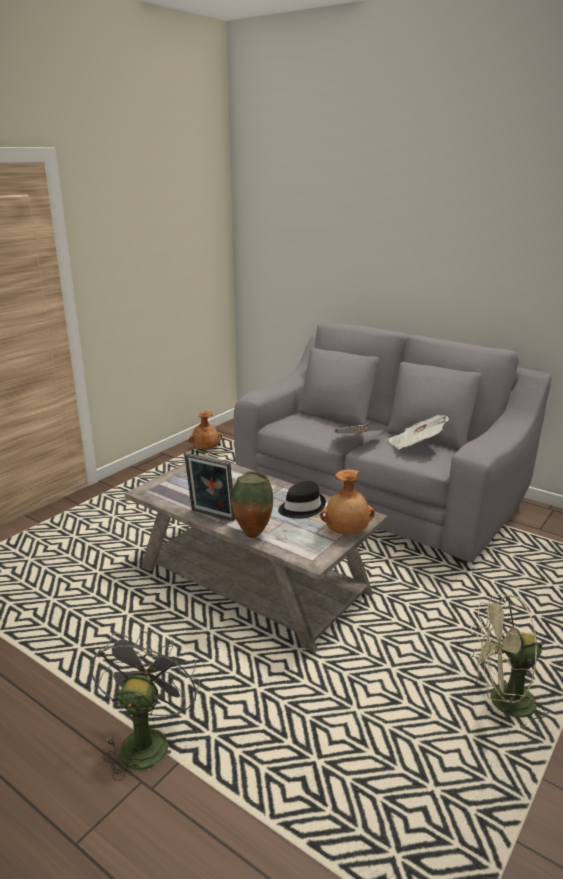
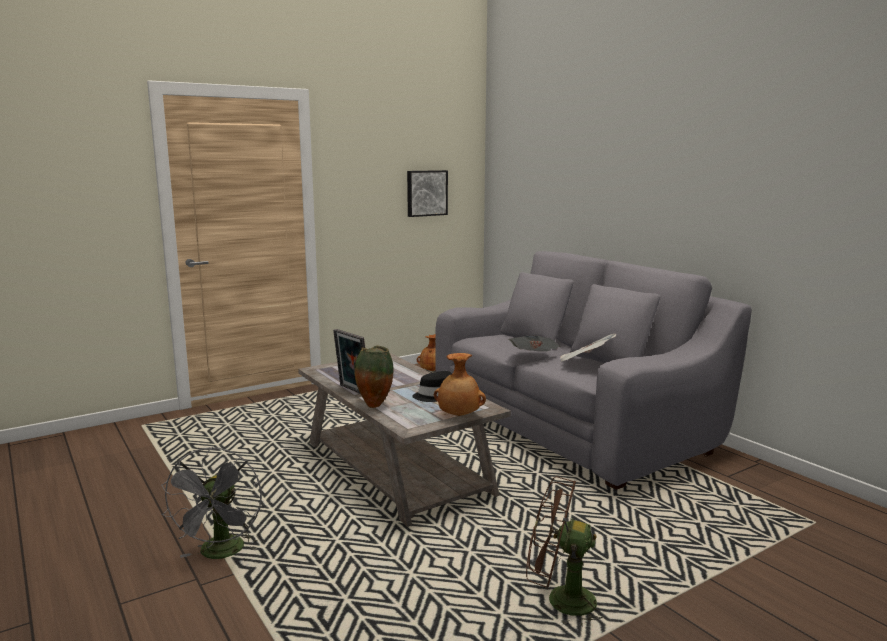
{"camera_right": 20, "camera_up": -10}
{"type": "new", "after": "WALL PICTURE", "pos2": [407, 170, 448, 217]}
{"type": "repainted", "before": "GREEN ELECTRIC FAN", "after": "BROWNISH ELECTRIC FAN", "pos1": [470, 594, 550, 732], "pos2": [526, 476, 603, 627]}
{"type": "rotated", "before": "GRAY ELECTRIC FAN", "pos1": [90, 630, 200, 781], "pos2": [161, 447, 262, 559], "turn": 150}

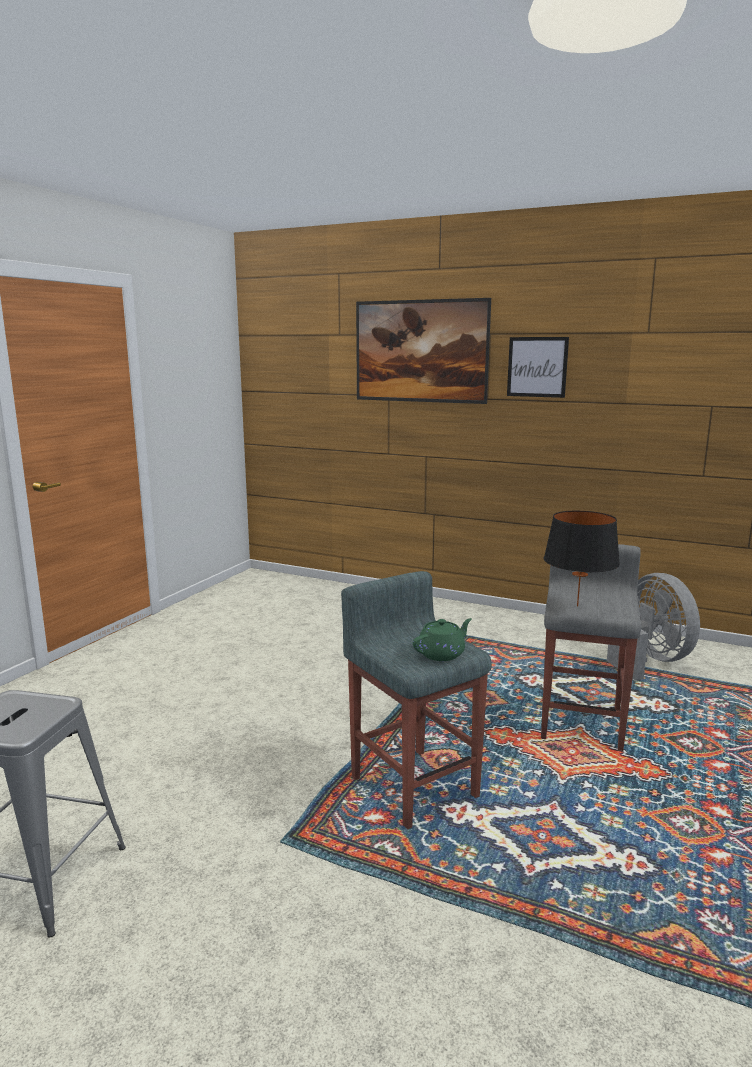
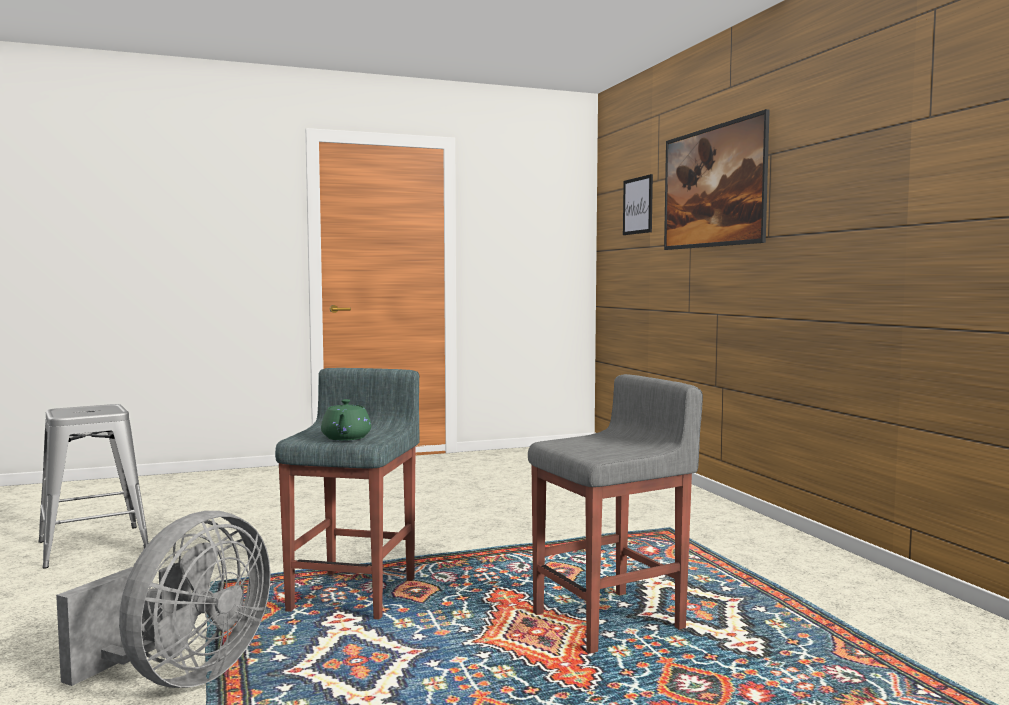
{"camera_right": 45, "camera_up": -10}
{"type": "gone", "before": "BLACKISH TABLETOP LAMP", "pos1": [543, 511, 620, 607]}
{"type": "shifted", "before": "WALL PICTURE", "pos1": [507, 337, 569, 398], "pos2": [623, 174, 653, 235]}
{"type": "shifted", "before": "GRAY ELECTRIC FAN", "pos1": [607, 573, 700, 680], "pos2": [56, 511, 271, 688]}
{"type": "rotated", "before": "GREEN TEA POT", "pos1": [413, 618, 472, 661], "pos2": [321, 399, 371, 441], "turn": 75}

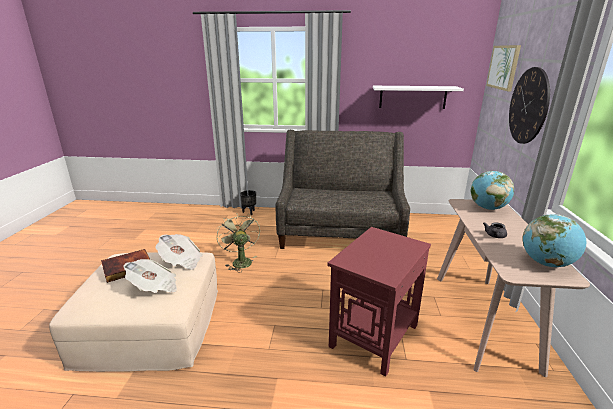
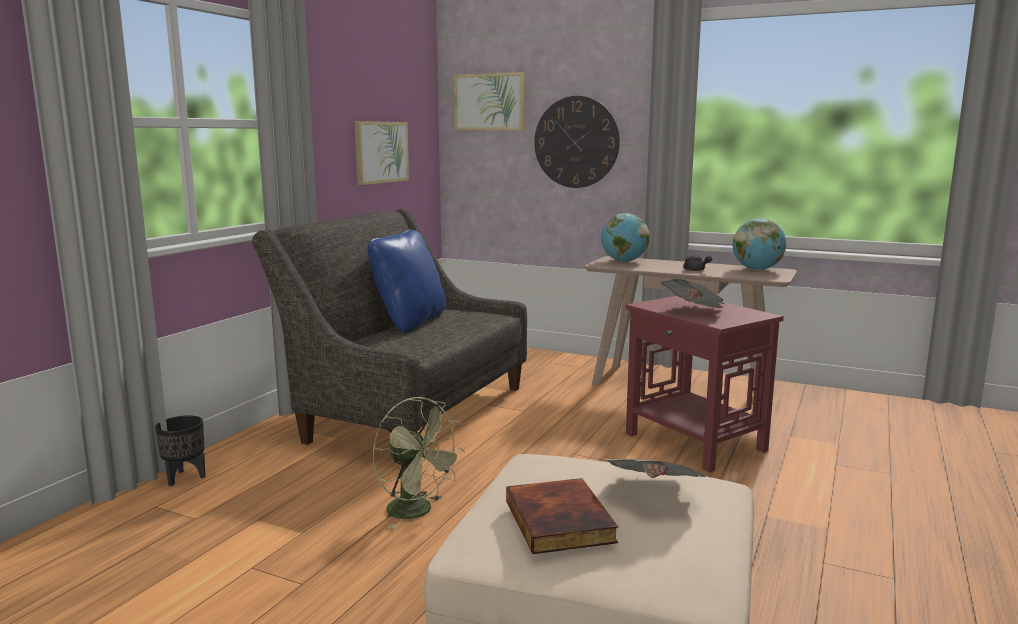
{"camera_right": -70, "camera_up": -10}
{"type": "new", "after": "BLUE-COLOURED PILLOW", "pos2": [367, 229, 446, 333]}
{"type": "shifted", "before": "NEWSPAPER", "pos1": [155, 234, 203, 270], "pos2": [660, 279, 725, 308]}
{"type": "swapped", "before": "WHITE-COLOURED BRACKET SHELF", "after": "WALL PICTURE", "pos1": [373, 86, 464, 109], "pos2": [354, 121, 409, 185]}
{"type": "rotated", "before": "GREEN ELECTRIC FAN", "pos1": [216, 213, 260, 272], "pos2": [373, 397, 465, 529], "turn": -135}

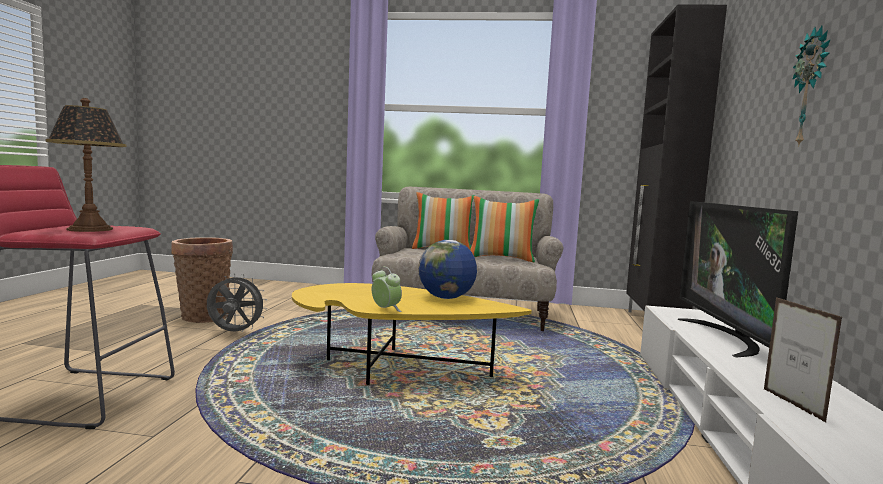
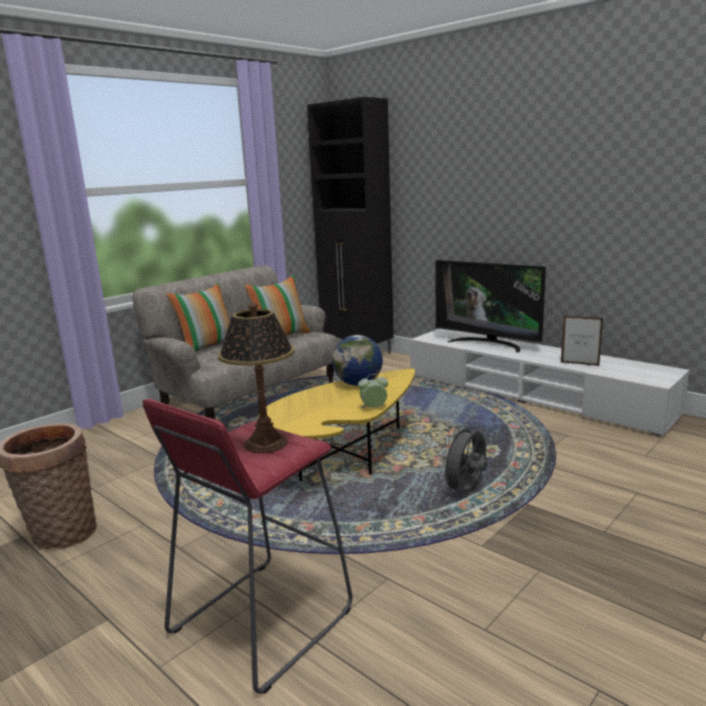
{"camera_right": -55, "camera_up": 10}
{"type": "gone", "before": "HANGING CLOCK", "pos1": [792, 26, 831, 147]}
{"type": "shifted", "before": "GRAY ELECTRIC FAN", "pos1": [207, 273, 267, 332], "pos2": [440, 424, 487, 493]}

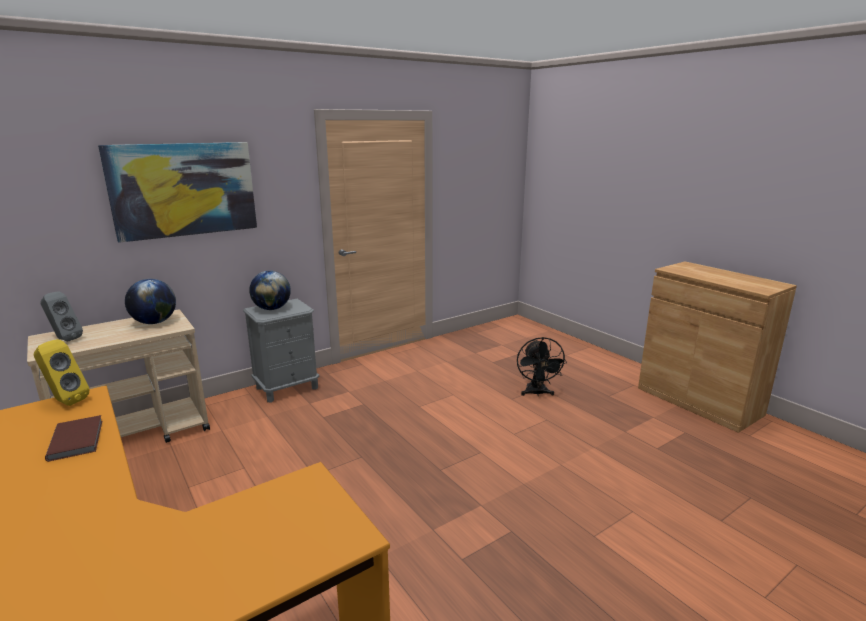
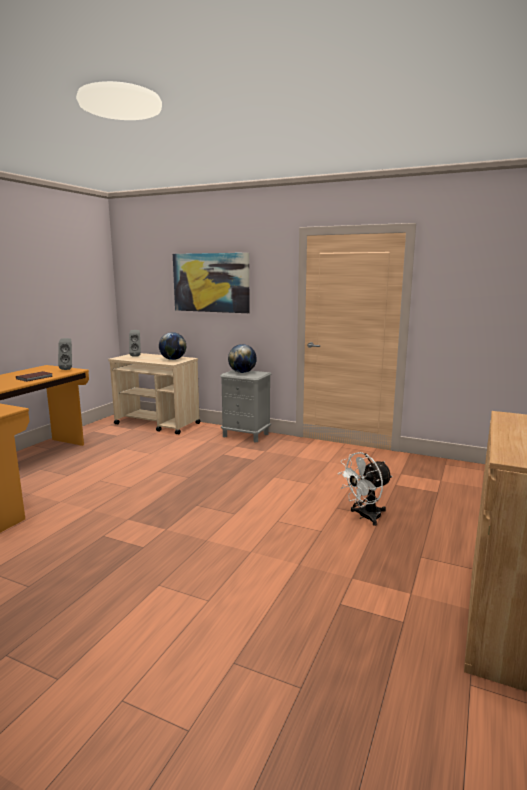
{"camera_right": 60, "camera_up": -5}
{"type": "repainted", "before": "YELLOW-COLOURED LOUDSPEAKER", "after": "GRAY LOUDSPEAKER", "pos1": [34, 339, 90, 406], "pos2": [58, 338, 72, 370]}
{"type": "repainted", "before": "BLACKISH ELECTRIC FAN", "after": "WHITE-COLOURED ELECTRIC FAN", "pos1": [517, 337, 567, 397], "pos2": [338, 452, 393, 526]}

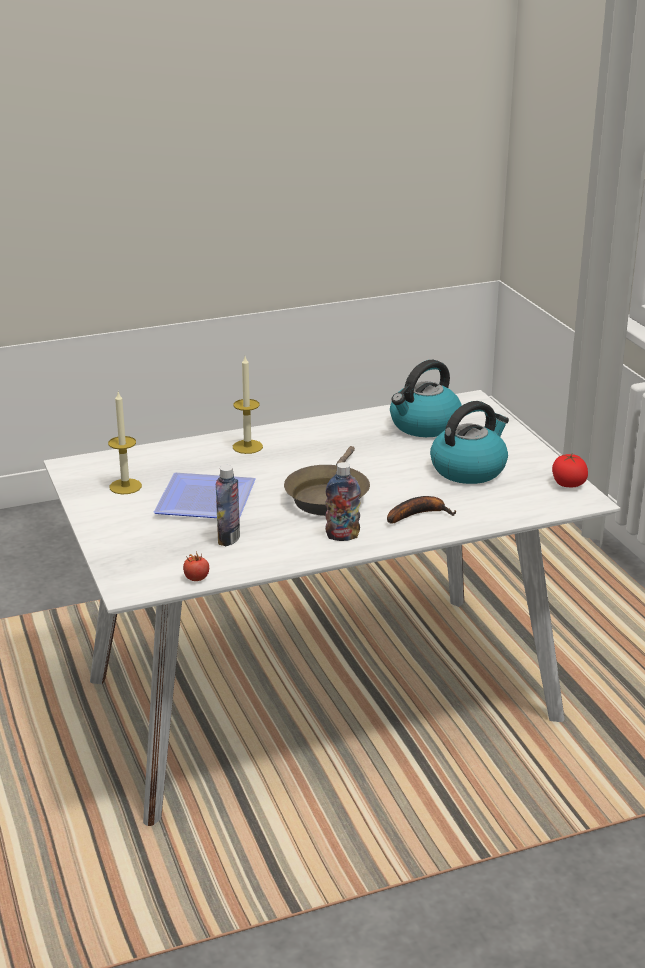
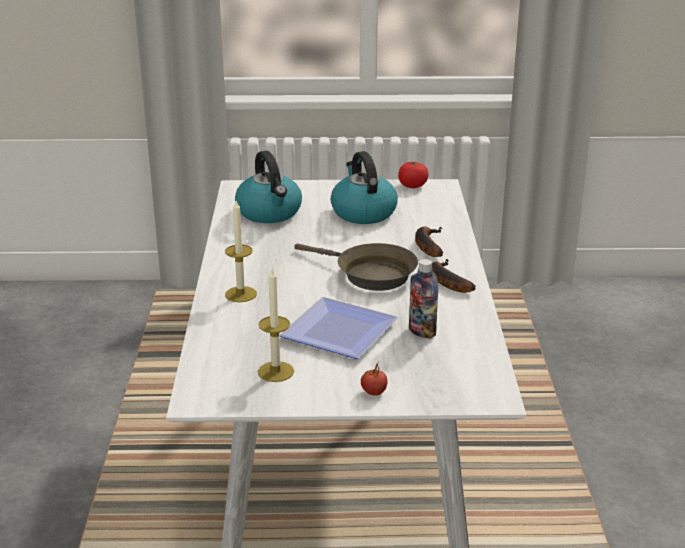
{"camera_right": -70, "camera_up": 0}
{"type": "shifted", "before": "TOMATO", "pos1": [183, 551, 209, 581], "pos2": [361, 363, 388, 396]}
{"type": "swapped", "before": "BEVERAGE BOTTLE", "after": "WHOLE BANANA", "pos1": [325, 462, 361, 541], "pos2": [432, 259, 476, 293]}

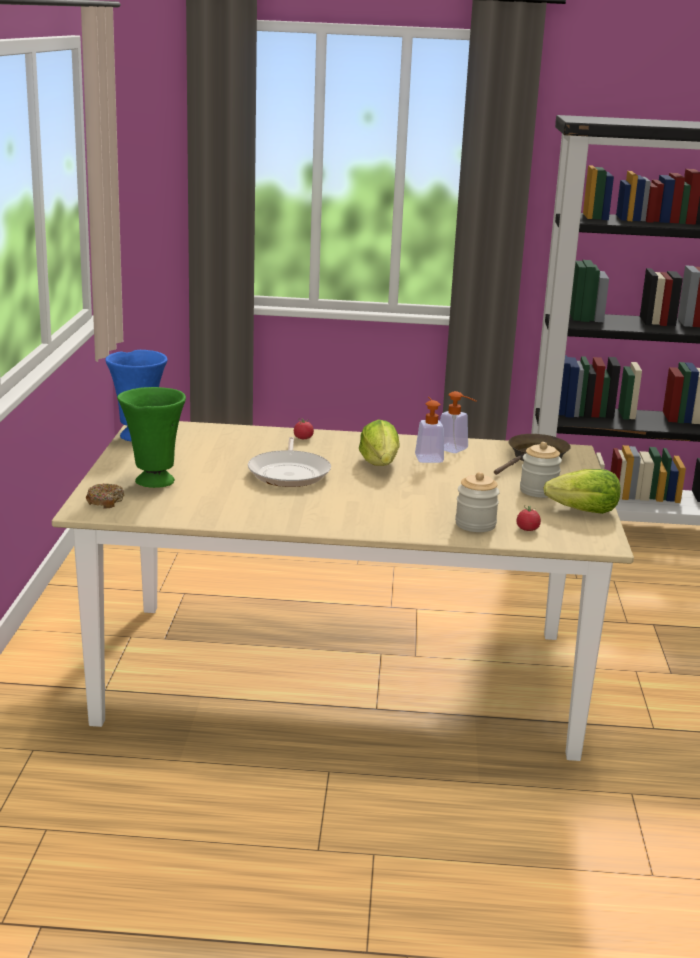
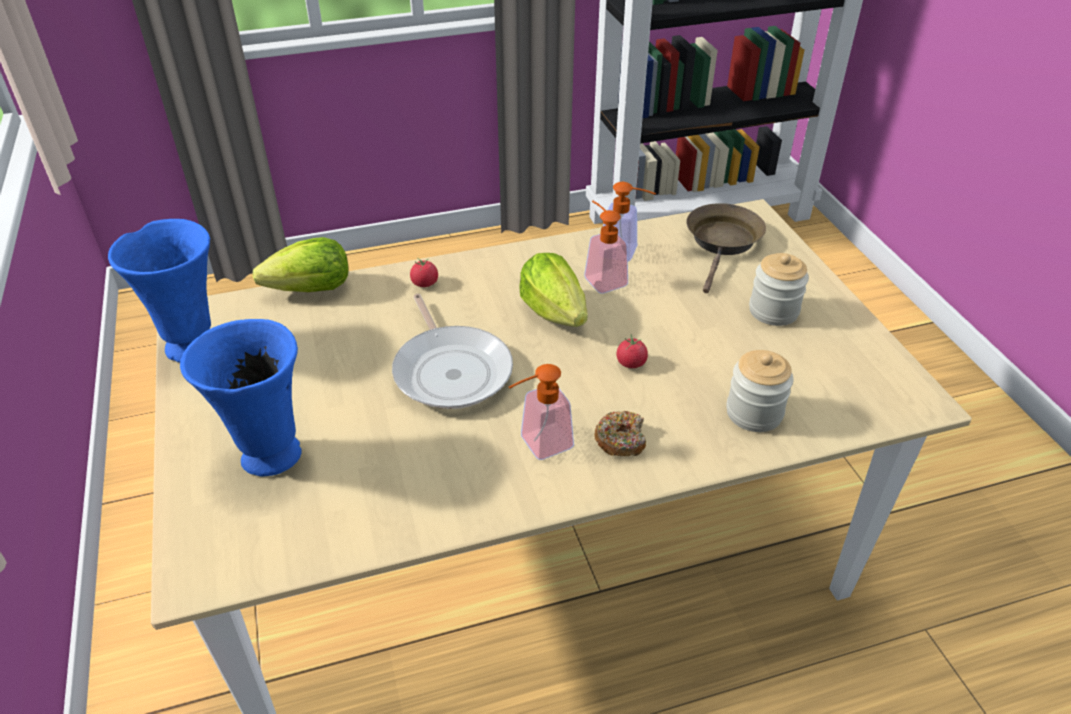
{"camera_right": -20, "camera_up": 20}
{"type": "new", "after": "SOAP BOTTLE", "pos2": [509, 364, 574, 460]}
{"type": "shifted", "before": "DONUT", "pos1": [86, 483, 124, 508], "pos2": [595, 411, 646, 456]}
{"type": "shifted", "before": "TOMATO", "pos1": [517, 505, 541, 531], "pos2": [616, 334, 648, 368]}
{"type": "shifted", "before": "HEAD OF LETTUCE", "pos1": [543, 469, 621, 514], "pos2": [253, 237, 348, 292]}
{"type": "repainted", "before": "GREEN DECORATIVE VASE", "after": "BLUE-COLOURED DECORATIVE VASE", "pos1": [117, 387, 186, 488], "pos2": [180, 319, 302, 476]}

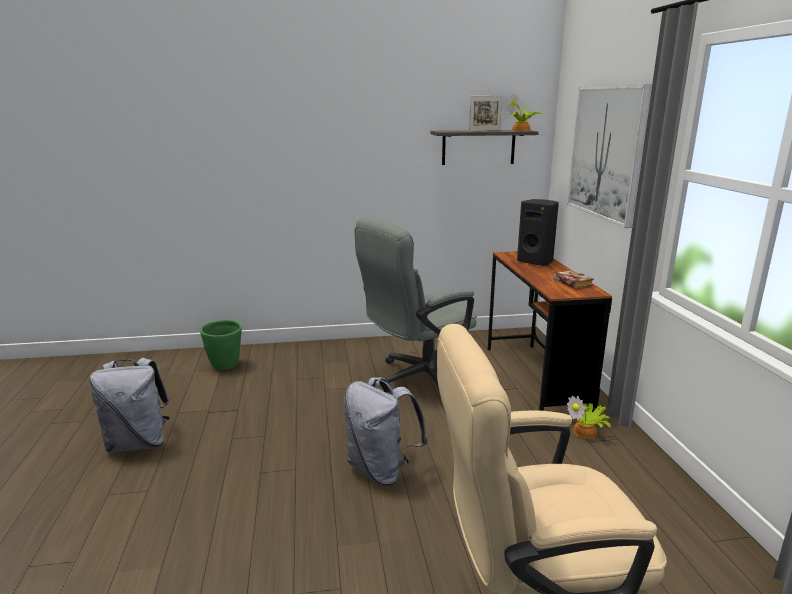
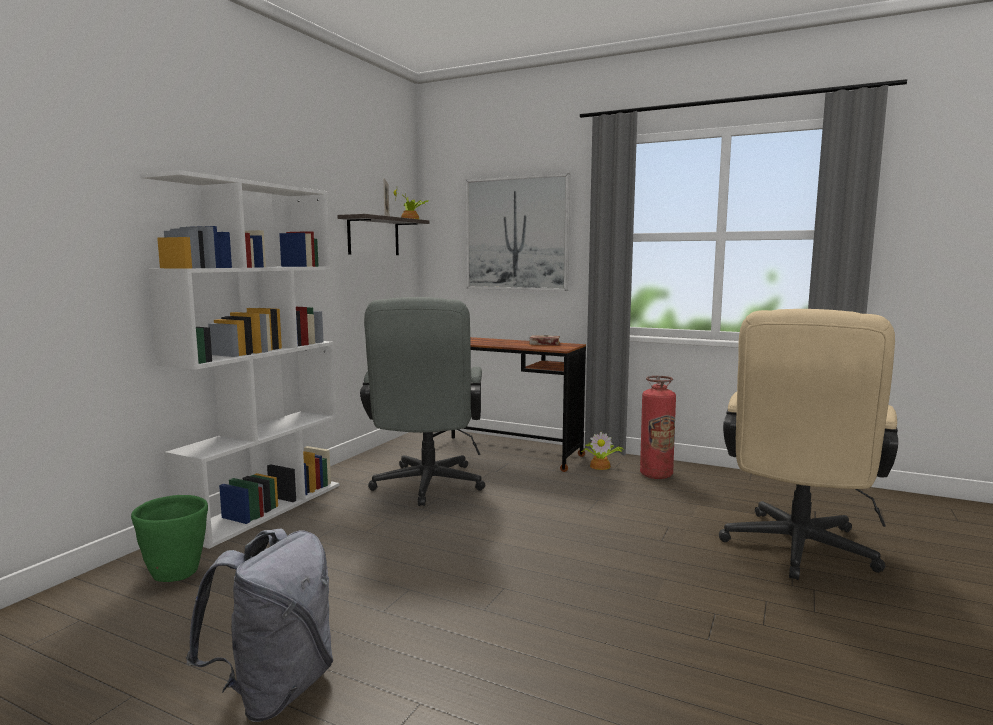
{"camera_right": -55, "camera_up": -10}
{"type": "gone", "before": "GRAY BACKPACK", "pos1": [344, 377, 428, 485]}
{"type": "gone", "before": "BLACKISH LOUDSPEAKER", "pos1": [517, 199, 559, 266]}
{"type": "new", "after": "WHITE-COLOURED BOOKCASE", "pos2": [140, 170, 340, 549]}
{"type": "new", "after": "EXTINGUISHER", "pos2": [640, 376, 676, 479]}

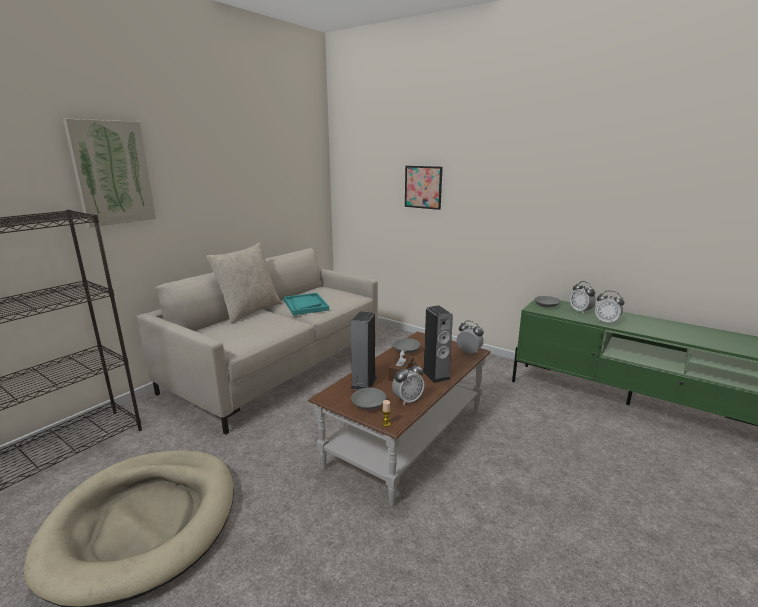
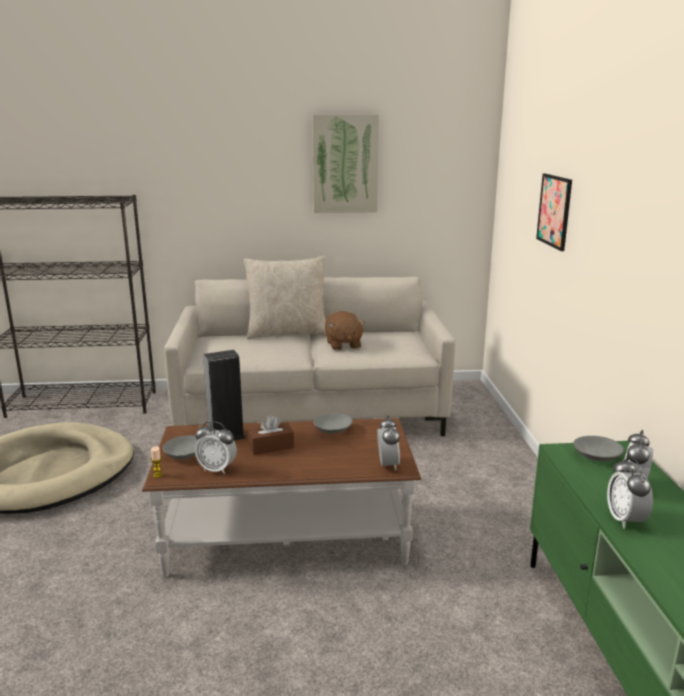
{"camera_right": 50, "camera_up": 0}
{"type": "gone", "before": "LOUDSPEAKER", "pos1": [423, 305, 453, 383]}
{"type": "shifted", "before": "WALL PICTURE", "pos1": [63, 119, 156, 227], "pos2": [312, 114, 379, 213]}
{"type": "swapped", "before": "TURQUOISE-COLOURED SERVING TRAY", "after": "BROWNISH PLUSH TOY", "pos1": [284, 293, 329, 315], "pos2": [325, 311, 365, 350]}

